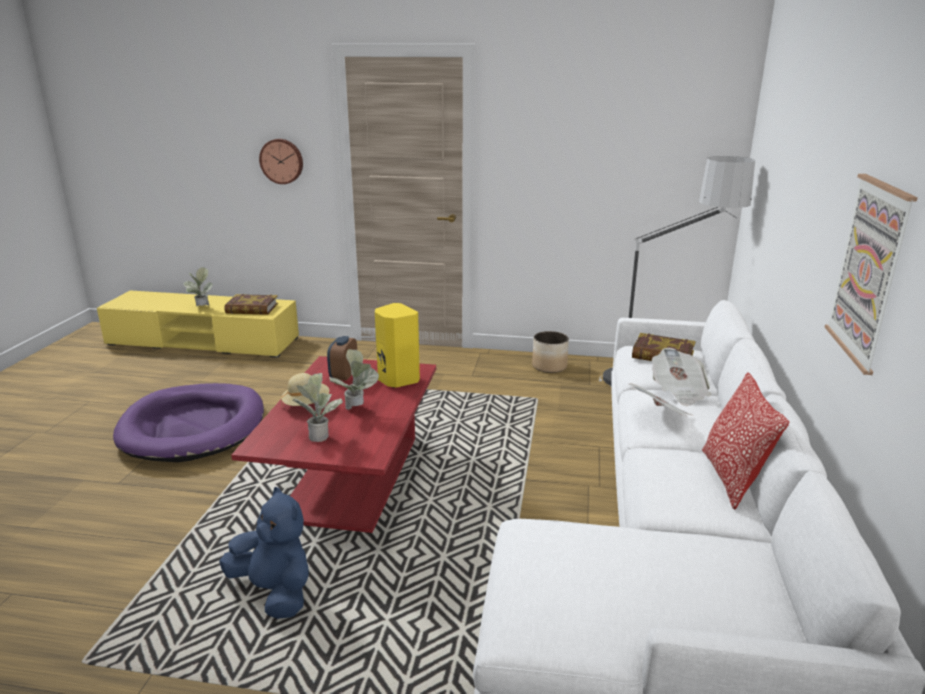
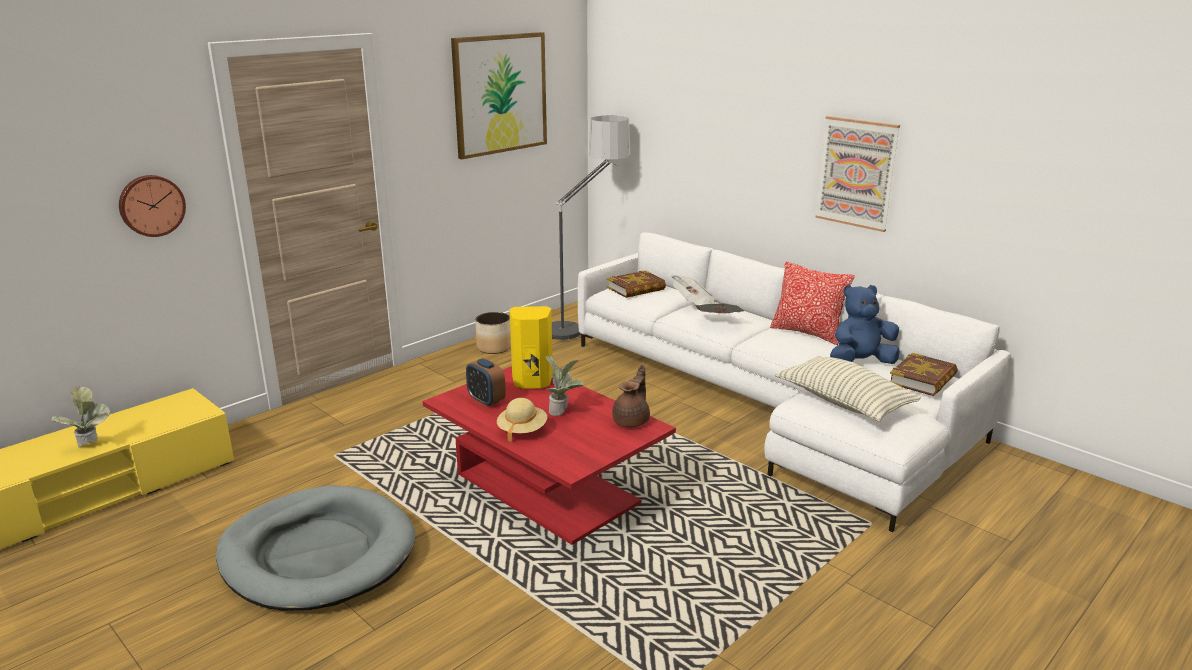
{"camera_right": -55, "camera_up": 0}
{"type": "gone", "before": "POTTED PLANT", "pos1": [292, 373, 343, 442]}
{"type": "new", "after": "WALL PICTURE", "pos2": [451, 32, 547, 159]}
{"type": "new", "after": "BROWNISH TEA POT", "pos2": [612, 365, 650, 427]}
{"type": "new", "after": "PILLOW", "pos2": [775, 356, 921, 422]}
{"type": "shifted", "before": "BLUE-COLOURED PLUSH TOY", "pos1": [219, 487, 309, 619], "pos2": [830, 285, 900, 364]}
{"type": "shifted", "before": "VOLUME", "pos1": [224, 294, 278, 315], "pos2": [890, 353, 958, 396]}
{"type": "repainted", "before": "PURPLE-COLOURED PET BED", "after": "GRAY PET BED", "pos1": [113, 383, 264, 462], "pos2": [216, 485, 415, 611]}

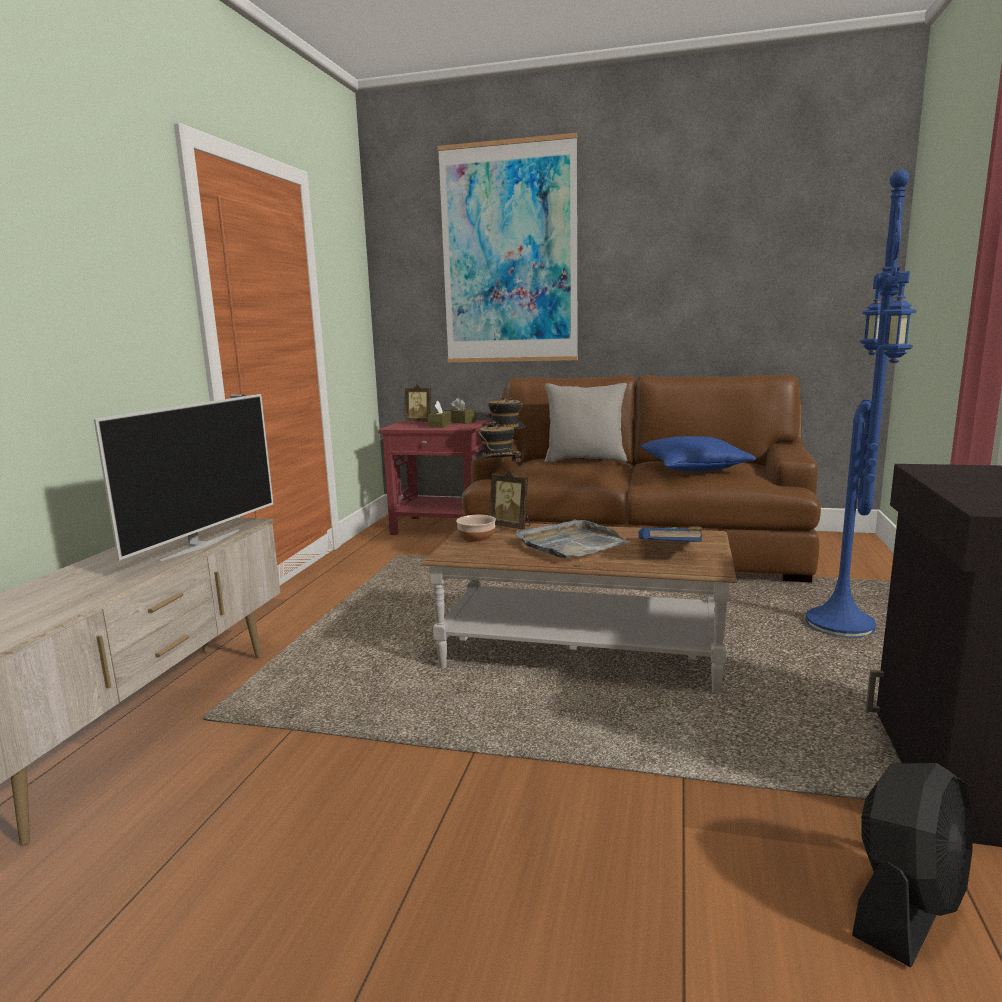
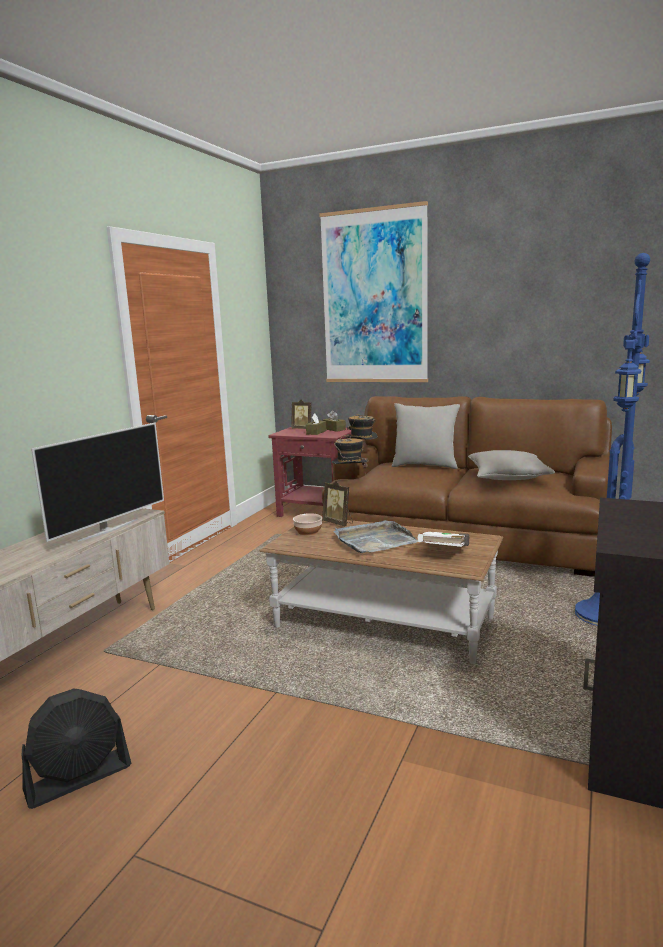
{"camera_right": 10, "camera_up": 0}
{"type": "shifted", "before": "BLACKISH ELECTRIC FAN", "pos1": [852, 763, 973, 968], "pos2": [22, 688, 131, 809]}
{"type": "repainted", "before": "BLUE-COLOURED VOLUME", "after": "WHITE-COLOURED VOLUME", "pos1": [638, 526, 703, 542], "pos2": [418, 532, 469, 547]}
{"type": "repainted", "before": "BLUE-COLOURED PILLOW", "after": "GRAY PILLOW", "pos1": [641, 436, 756, 471], "pos2": [468, 450, 555, 480]}

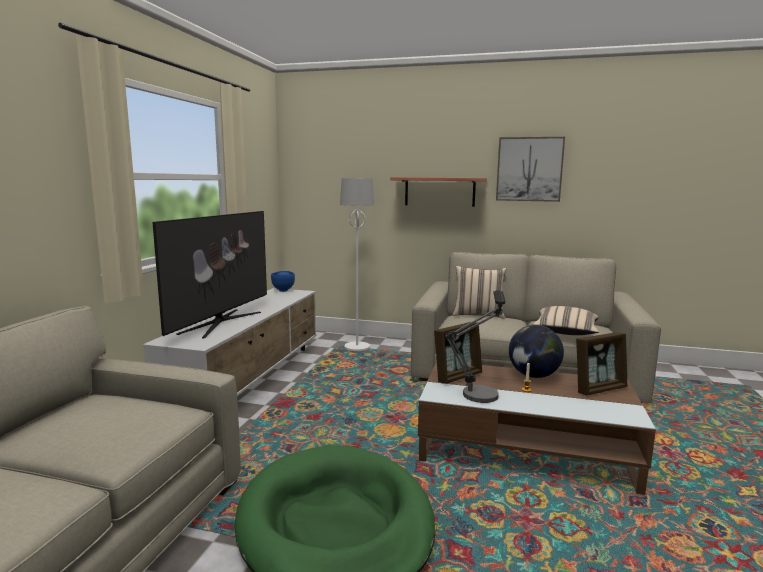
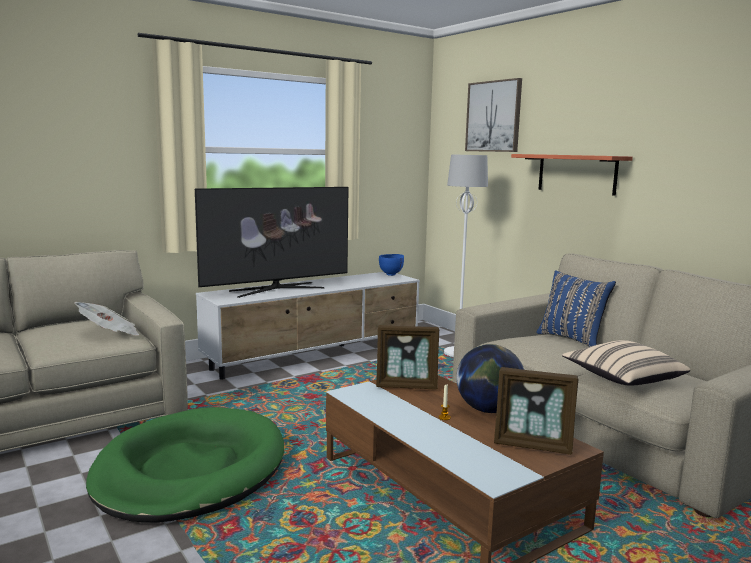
{"camera_right": 40, "camera_up": 0}
{"type": "gone", "before": "TABLETOP LAMP", "pos1": [445, 290, 505, 403]}
{"type": "new", "after": "NEWSPAPER", "pos2": [74, 302, 139, 336]}
{"type": "shifted", "before": "WALL PICTURE", "pos1": [496, 137, 565, 202], "pos2": [465, 78, 522, 152]}
{"type": "repainted", "before": "SAND-COLOURED PILLOW", "after": "BLUE-COLOURED PILLOW", "pos1": [453, 266, 507, 319], "pos2": [537, 270, 616, 347]}

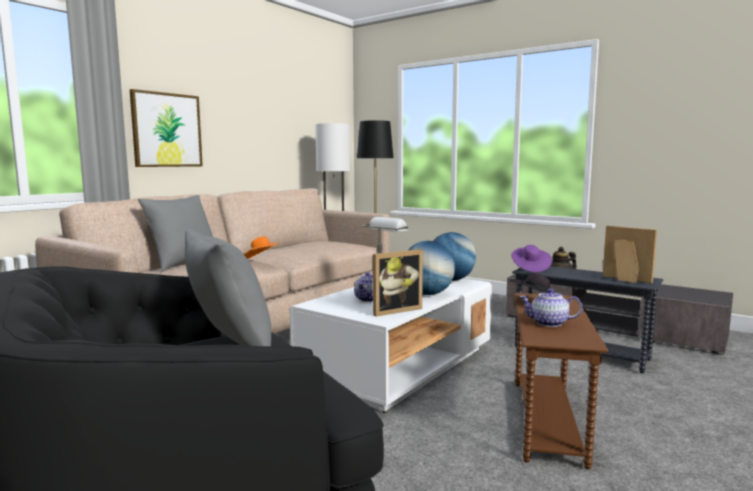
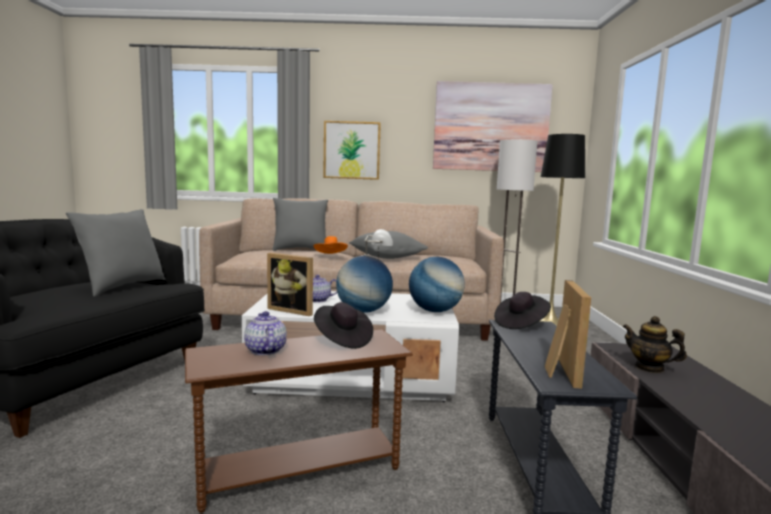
{"camera_right": 55, "camera_up": 0}
{"type": "new", "after": "GRAY PILLOW", "pos2": [349, 231, 428, 259]}
{"type": "new", "after": "WALL PICTURE", "pos2": [433, 81, 553, 172]}
{"type": "repainted", "before": "PURPLE-COLOURED HAT", "after": "BLACKISH HAT", "pos1": [511, 245, 552, 272], "pos2": [494, 292, 551, 329]}

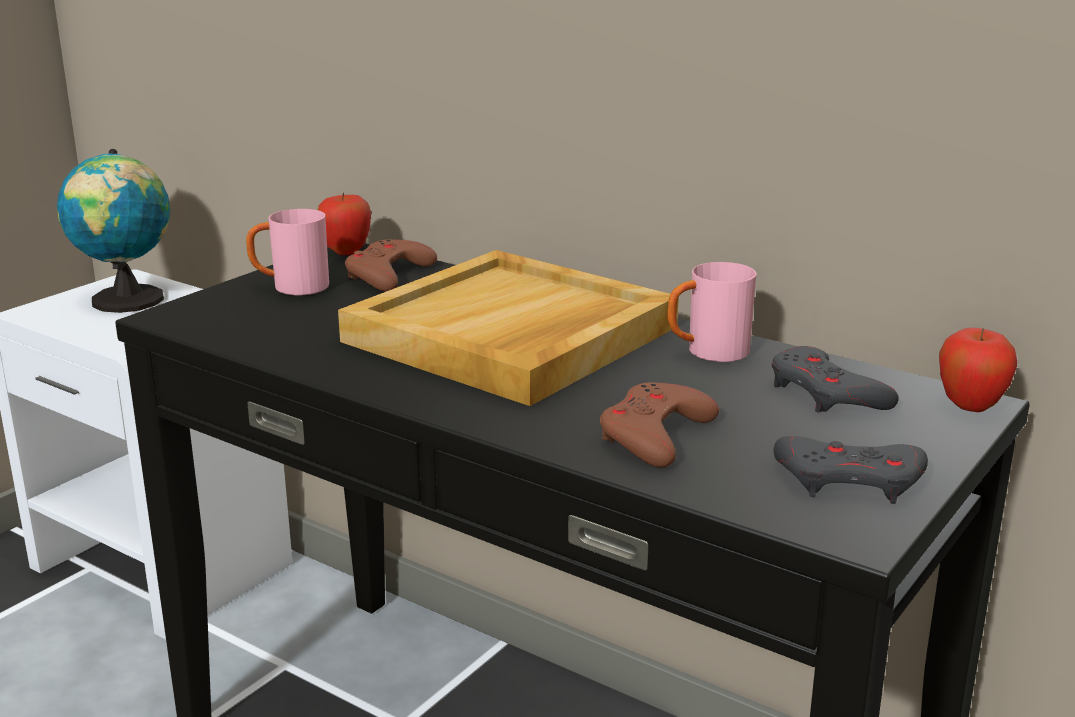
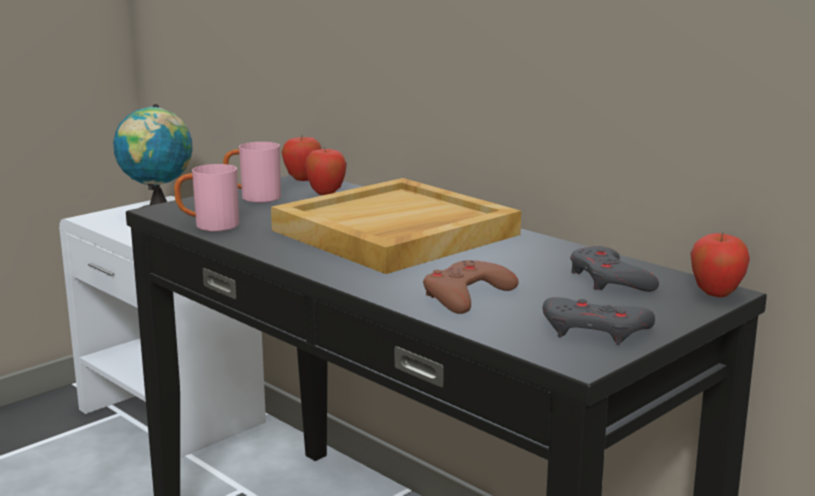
{"camera_right": 10, "camera_up": -5}
{"type": "shifted", "before": "PINKISH TEA MUG", "pos1": [667, 262, 756, 362], "pos2": [174, 164, 239, 231]}
{"type": "swapped", "before": "BROWNISH GAME CONTROLLER", "after": "APPLE FRUIT", "pos1": [345, 239, 437, 292], "pos2": [305, 147, 347, 195]}

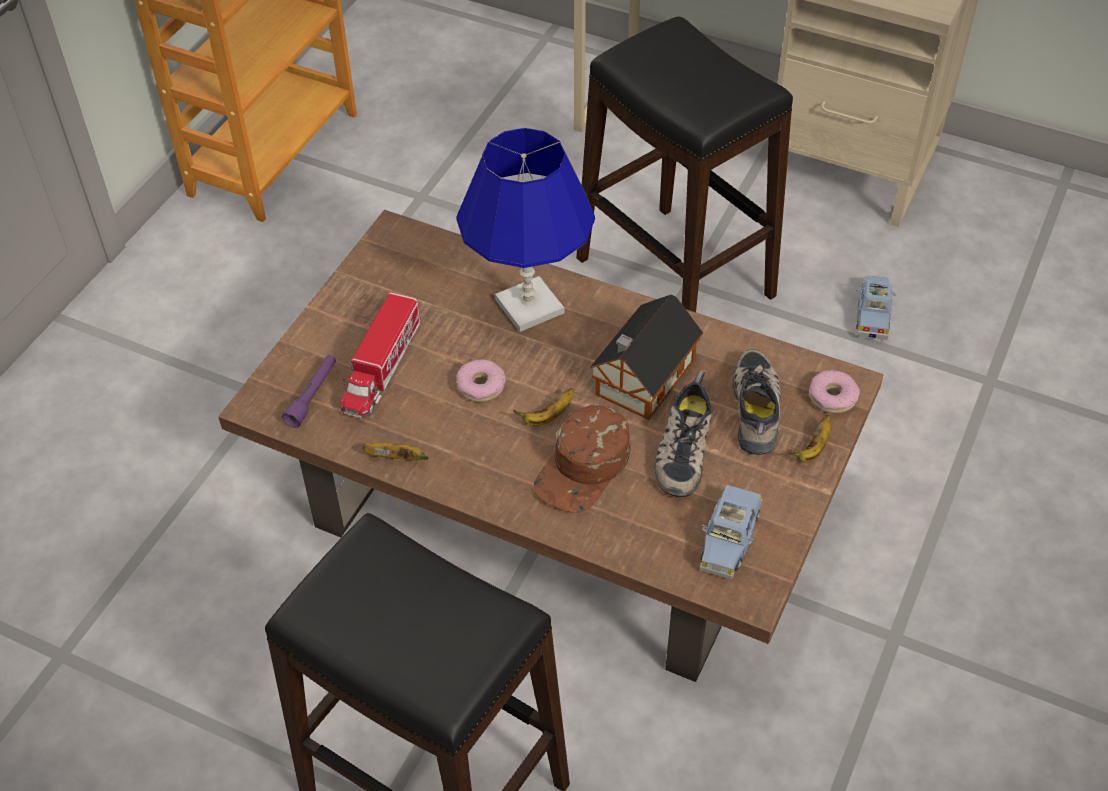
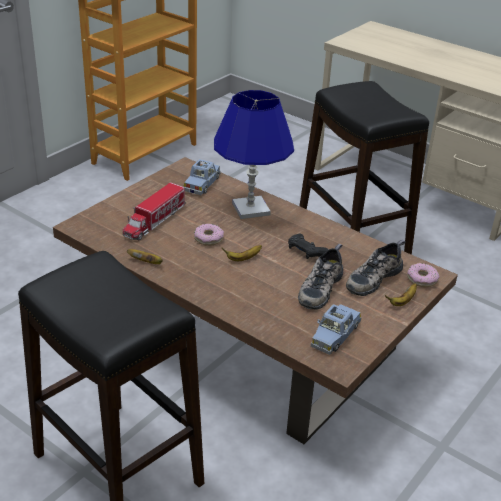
{"camera_right": 10, "camera_up": -15}
{"type": "gone", "before": "PURPLE-COLOURED TORCH", "pos1": [282, 355, 336, 428]}
{"type": "gone", "before": "BROWNISH PEAKED CAP", "pos1": [533, 404, 630, 513]}
{"type": "shifted", "before": "BLUE-COLOURED TOY CAR", "pos1": [856, 275, 897, 340], "pos2": [183, 159, 220, 195]}
{"type": "swapped", "before": "MINIATURE HOUSE", "after": "BLACKISH GAME CONTROLLER", "pos1": [589, 295, 703, 420], "pos2": [288, 233, 328, 259]}
{"type": "rotated", "before": "LOW SHOE", "pos1": [733, 349, 781, 455], "pos2": [346, 240, 406, 296], "turn": -150}

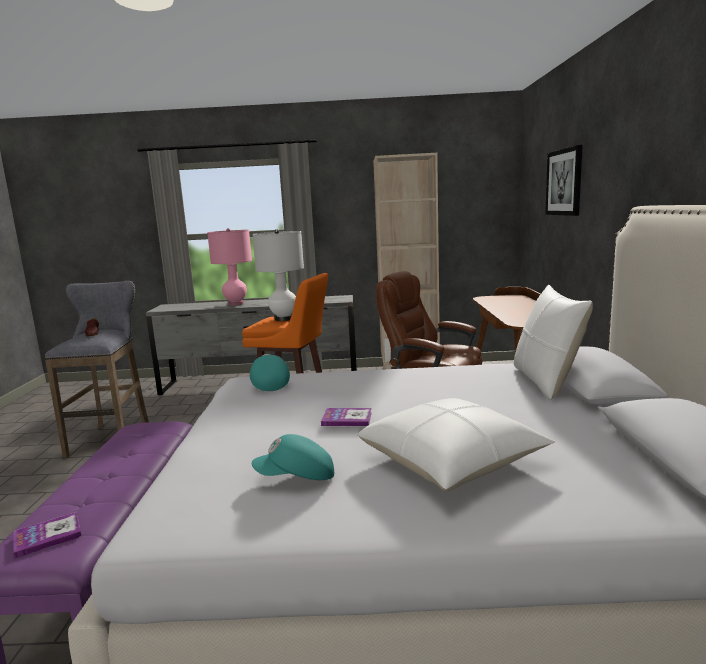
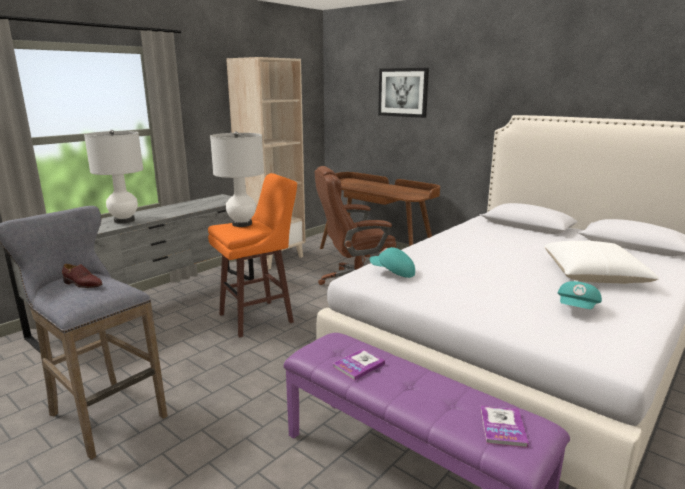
{"camera_right": -50, "camera_up": 5}
{"type": "gone", "before": "WHITE-COLOURED PILLOW", "pos1": [514, 285, 593, 400]}
{"type": "shifted", "before": "VOLUME", "pos1": [321, 408, 372, 426], "pos2": [333, 349, 385, 381]}
{"type": "repainted", "before": "PINKISH TABLETOP LAMP", "after": "WHITE-COLOURED TABLETOP LAMP", "pos1": [207, 228, 252, 306], "pos2": [84, 130, 143, 223]}

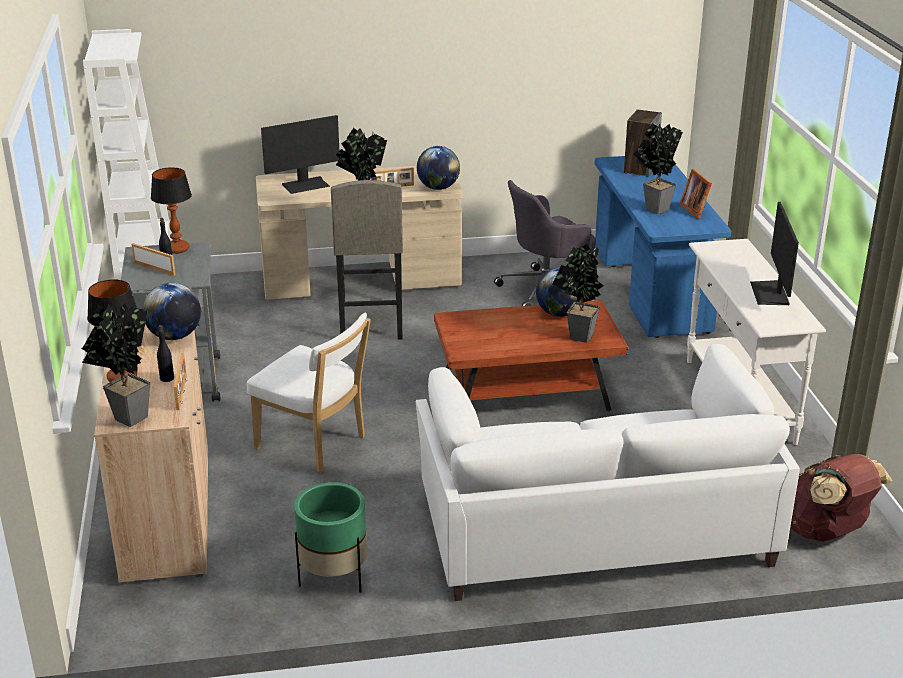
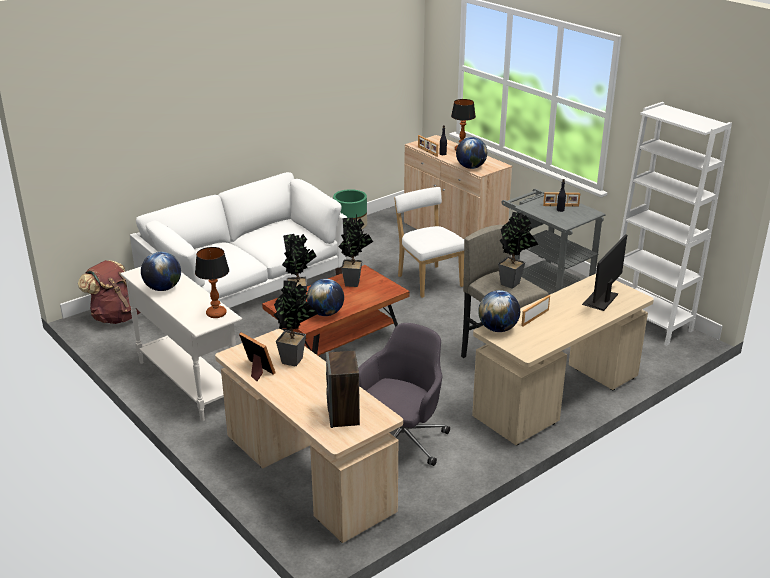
{"camera_right": 150, "camera_up": 0}
{"type": "shifted", "before": "POTTED PLANT", "pos1": [81, 303, 150, 427], "pos2": [338, 218, 373, 287]}
{"type": "shifted", "before": "TABLETOP LAMP", "pos1": [151, 167, 192, 254], "pos2": [195, 247, 229, 318]}
{"type": "swapped", "before": "MONITOR", "after": "DESK GLOBE", "pos1": [750, 202, 799, 305], "pos2": [141, 252, 181, 291]}
{"type": "repainted", "before": "BLUE-COLOURED DESK", "after": "SAND-COLOURED DESK", "pos1": [594, 156, 731, 338], "pos2": [215, 329, 403, 543]}
{"type": "rotated", "before": "WHITE-COLOURED UPRIGHT CHAIR", "pos1": [247, 313, 371, 473], "pos2": [394, 187, 464, 298], "turn": 60}

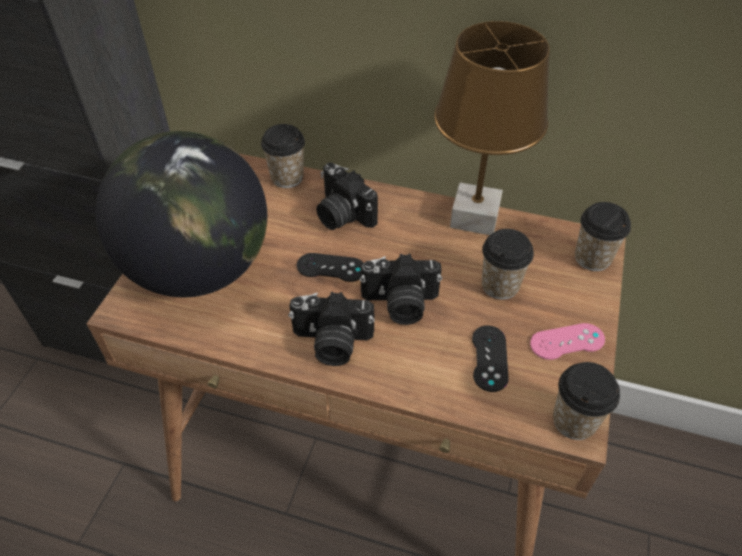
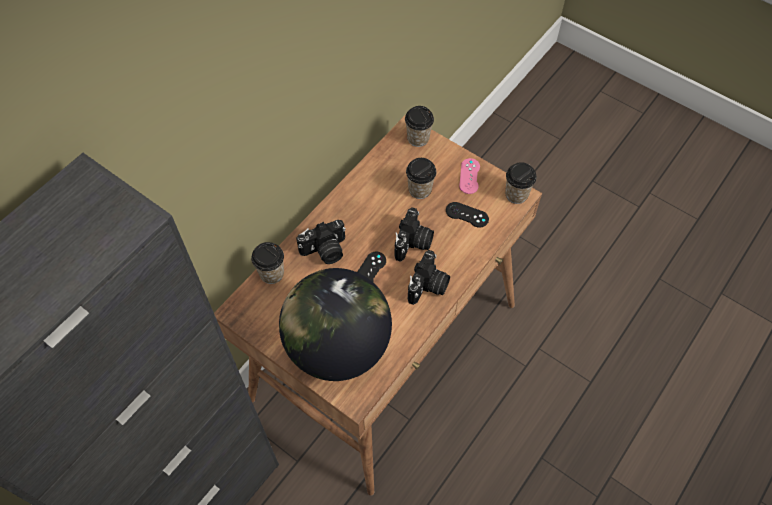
{"camera_right": -70, "camera_up": 10}
{"type": "gone", "before": "BROWNISH TABLETOP LAMP", "pos1": [434, 21, 550, 235]}

